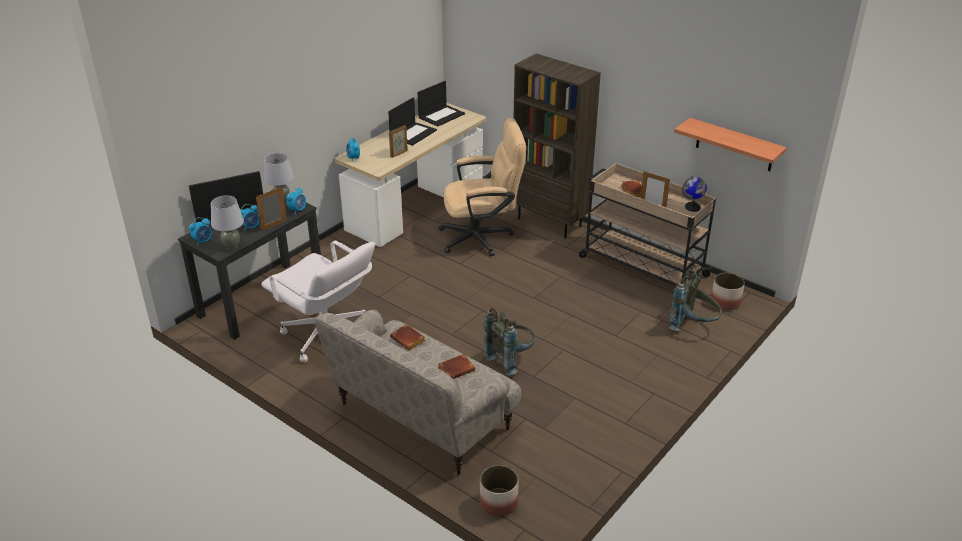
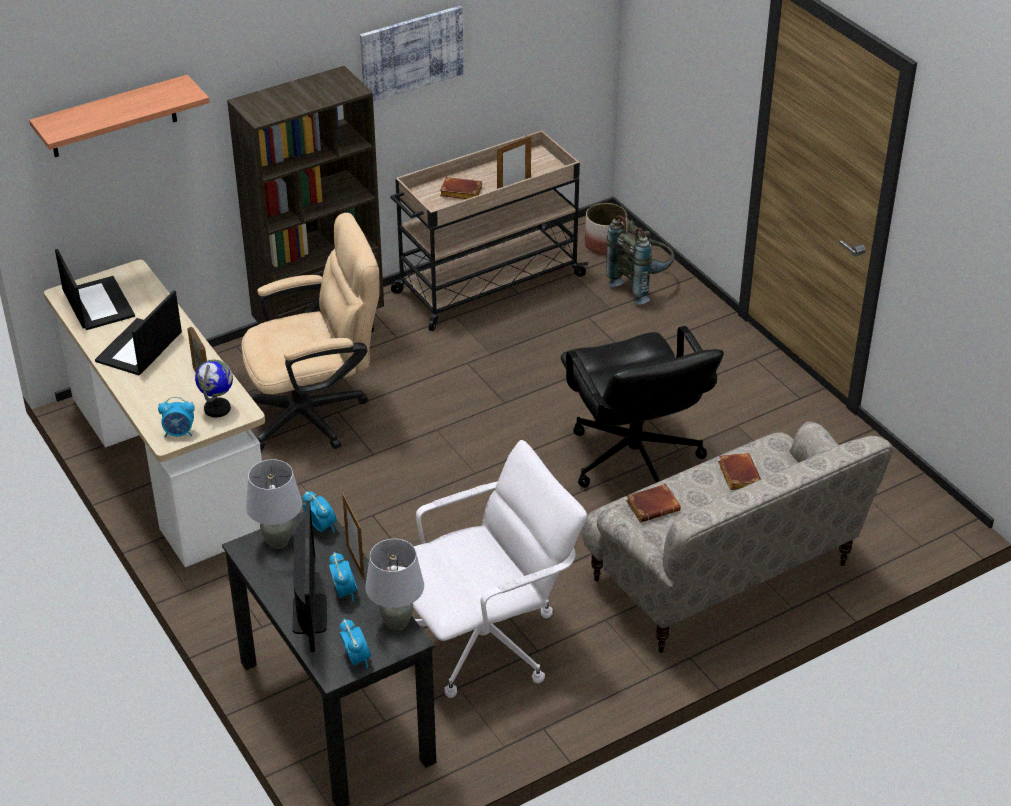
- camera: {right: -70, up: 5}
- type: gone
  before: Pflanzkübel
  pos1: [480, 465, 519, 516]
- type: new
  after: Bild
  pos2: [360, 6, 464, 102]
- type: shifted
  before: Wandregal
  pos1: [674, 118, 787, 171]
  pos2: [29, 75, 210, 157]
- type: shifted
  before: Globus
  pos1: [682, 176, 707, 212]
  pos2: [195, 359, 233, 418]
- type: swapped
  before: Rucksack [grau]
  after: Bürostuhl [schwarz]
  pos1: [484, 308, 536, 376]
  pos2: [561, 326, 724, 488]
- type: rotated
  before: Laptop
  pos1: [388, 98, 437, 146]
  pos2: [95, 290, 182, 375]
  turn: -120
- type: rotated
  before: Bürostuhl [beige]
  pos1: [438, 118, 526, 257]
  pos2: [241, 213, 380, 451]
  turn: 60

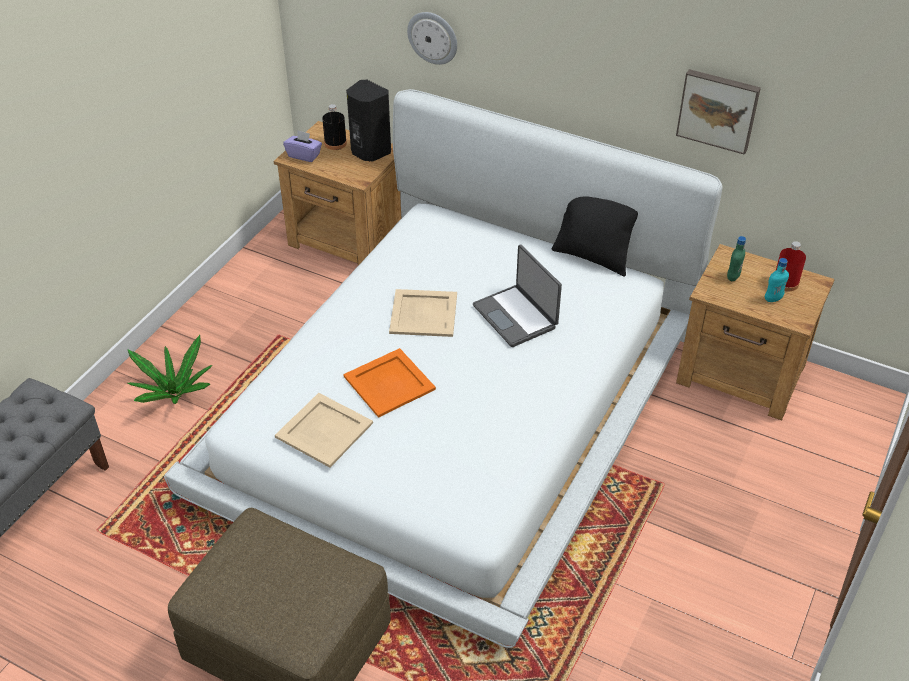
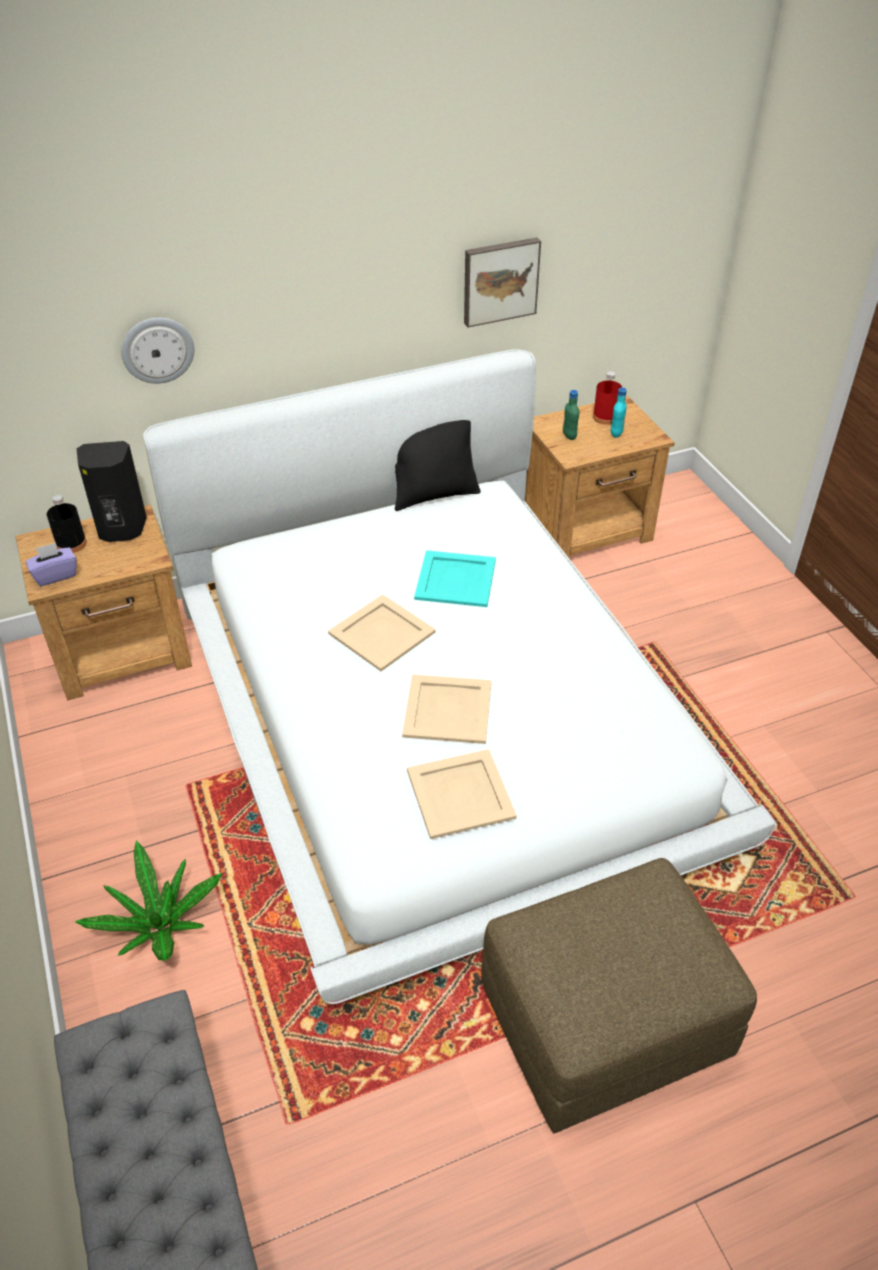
- camera: {right: -50, up: 0}
- type: swapped
  before: Laptop
  after: Tablett [türkis]
  pos1: [473, 244, 562, 347]
  pos2: [414, 550, 496, 607]
- type: repainted
  before: Tablett [orange]
  after: Tablett [beige]
  pos1: [343, 348, 436, 418]
  pos2: [402, 674, 491, 744]

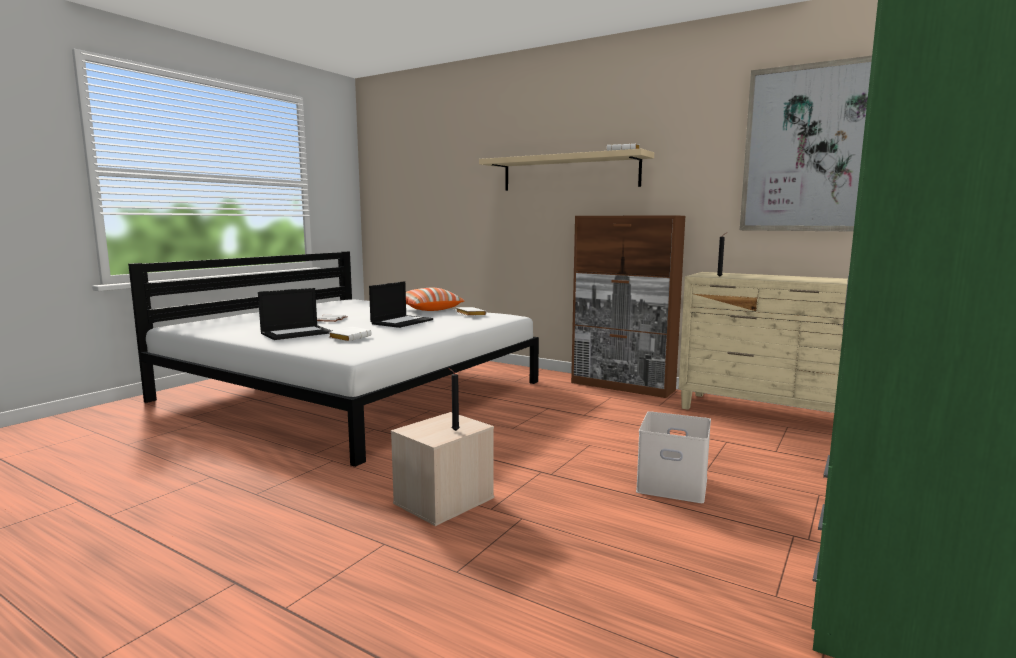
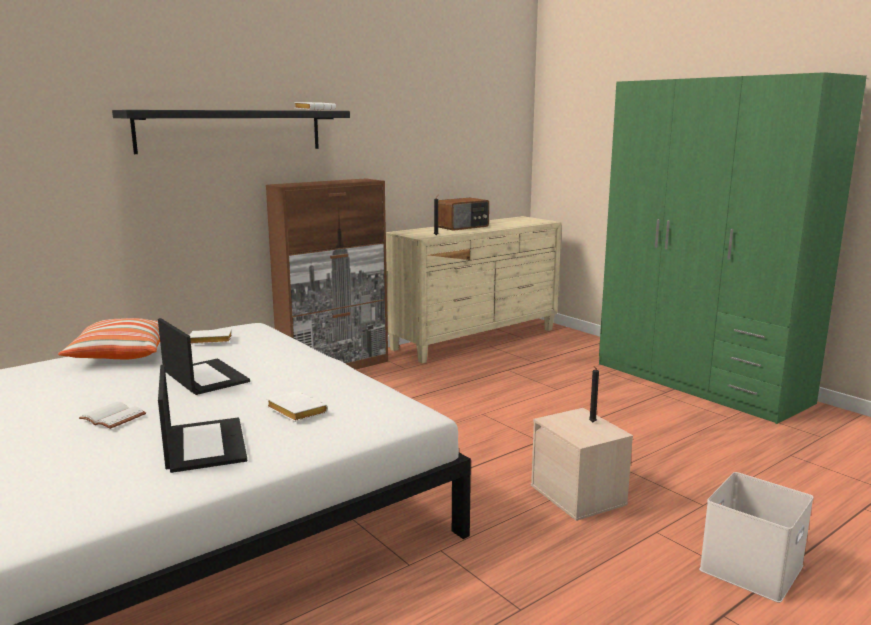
- camera: {right: -70, up: 5}
- type: gone
  before: Bild
  pos1: [740, 56, 872, 232]
- type: new
  after: Radio
  pos2: [438, 198, 489, 231]
- type: shifted
  before: Aufbewahrungsbox [weiß]
  pos1: [636, 411, 711, 503]
  pos2: [699, 472, 814, 603]
- type: repainted
  before: Wandregal [beige]
  after: Wandregal [schwarz]
  pos1: [479, 149, 654, 191]
  pos2: [112, 110, 350, 154]

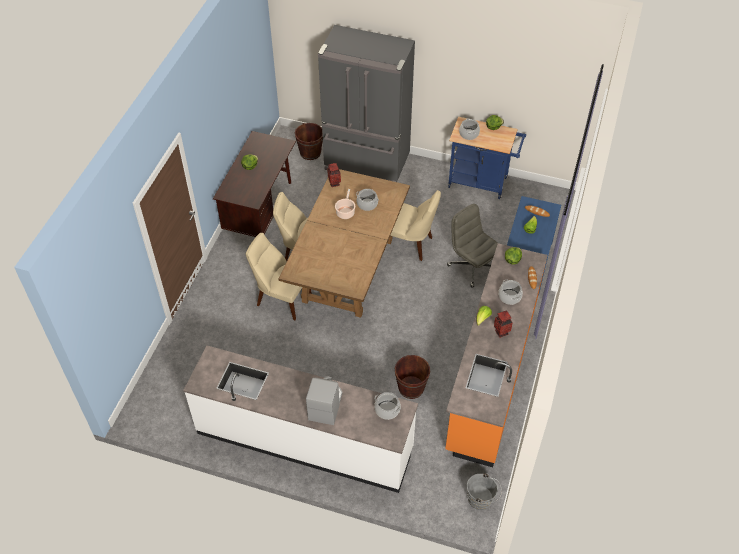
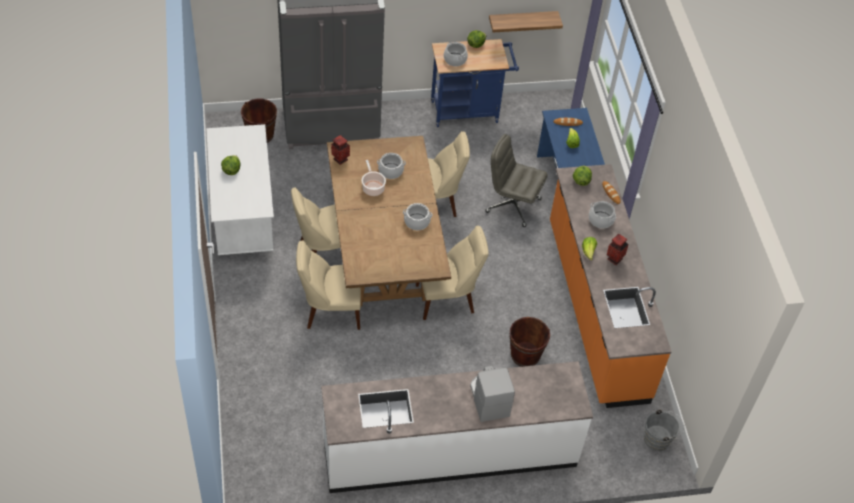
- camera: {right: -30, up: 0}
- type: new
  after: Stuhl [beige]
  pos2: [416, 226, 489, 320]
- type: new
  after: Wandregal
  pos2: [489, 11, 563, 33]
- type: shifted
  before: Kochtopf
  pos1: [374, 392, 401, 420]
  pos2: [403, 203, 433, 230]
- type: repainted
  before: Schreibtisch [braun]
  after: Schreibtisch [weiß]
  pos1: [213, 131, 296, 237]
  pos2: [206, 124, 274, 255]

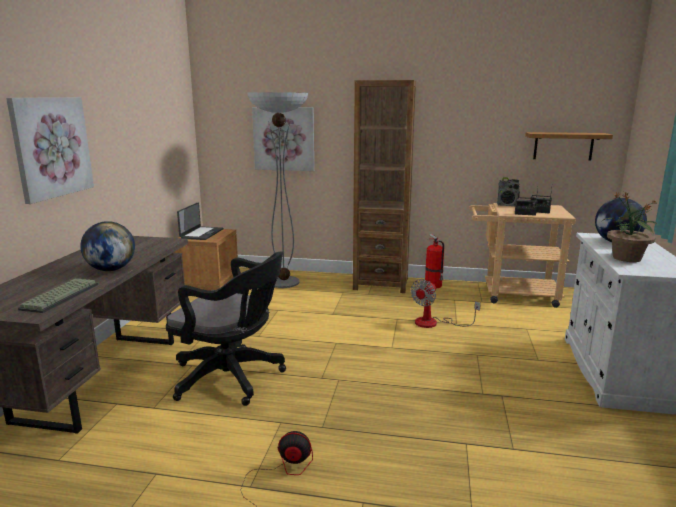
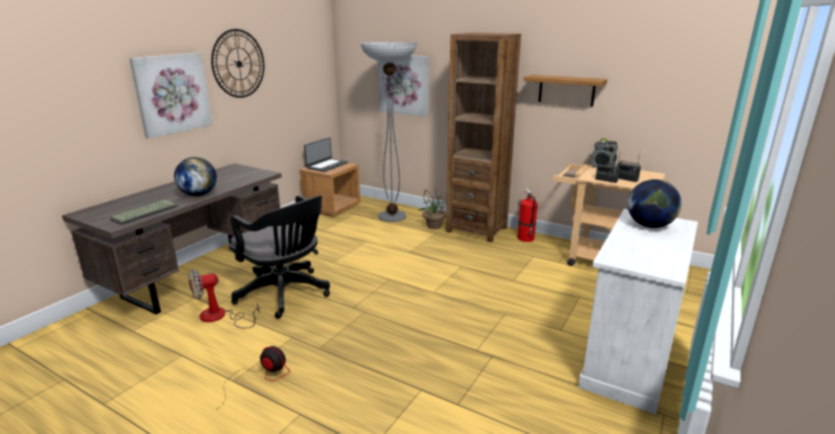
- camera: {right: 20, up: 5}
- type: new
  after: Wanduhr
  pos2: [211, 29, 264, 98]
- type: shifted
  before: Ventilator
  pos1: [411, 279, 481, 328]
  pos2: [188, 269, 260, 329]
- type: shifted
  before: Wandregal
  pos1: [525, 132, 613, 160]
  pos2: [524, 75, 607, 107]
- type: shifted
  before: Topfpflanze
  pos1: [602, 192, 657, 262]
  pos2: [417, 188, 446, 229]

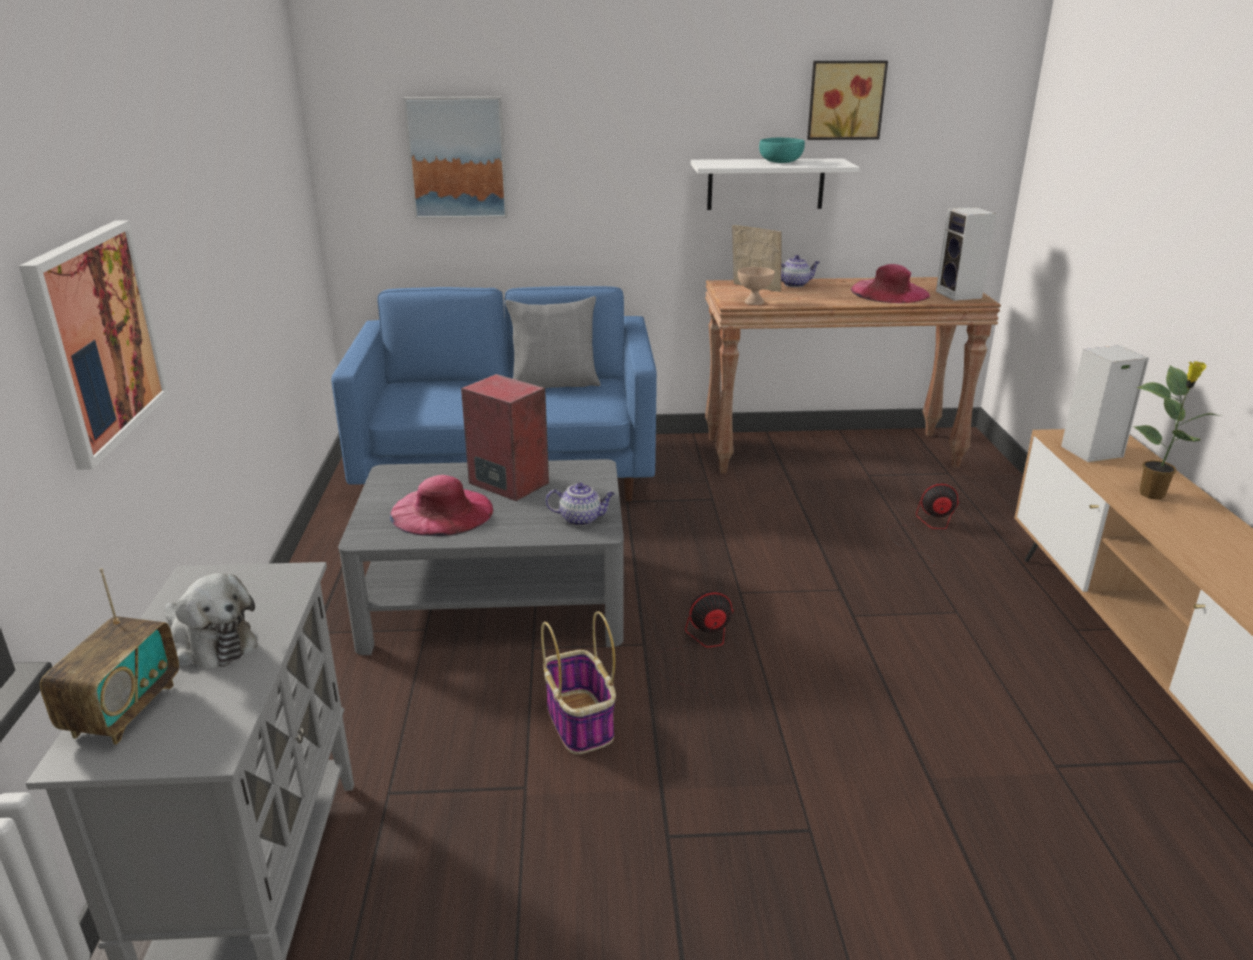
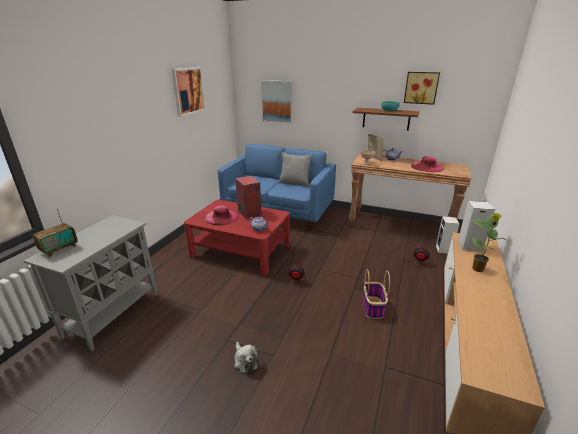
- camera: {right: 25, up: 0}
- type: shifted
  before: Bild
  pos1: [19, 220, 169, 470]
  pos2: [172, 67, 206, 117]
- type: shifted
  before: Plüschtier
  pos1: [165, 573, 258, 669]
  pos2: [234, 342, 260, 373]
- type: shifted
  before: Korb
  pos1: [541, 611, 616, 754]
  pos2: [363, 269, 390, 319]
- type: shifted
  before: Lautsprecher
  pos1: [936, 207, 997, 301]
  pos2: [436, 216, 459, 254]
- type: repainted
  before: Couchtisch [grau]
  after: Couchtisch [rot]
  pos1: [338, 459, 624, 655]
  pos2: [184, 200, 290, 276]
- type: repainted
  before: Wandregal [weiß]
  after: Wandregal [braun]
  pos1: [691, 158, 859, 210]
  pos2: [353, 108, 419, 131]

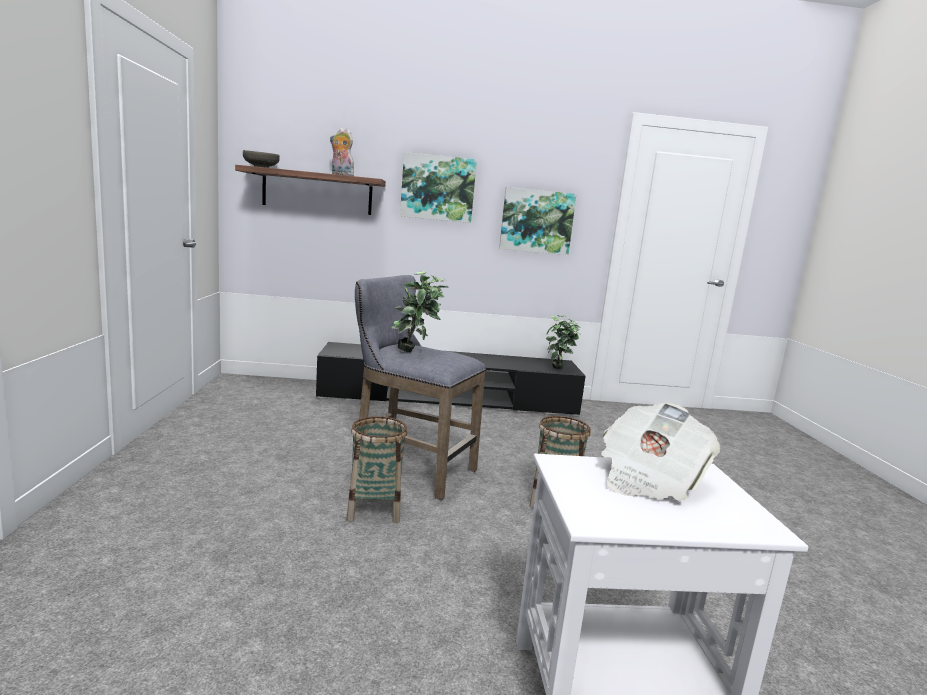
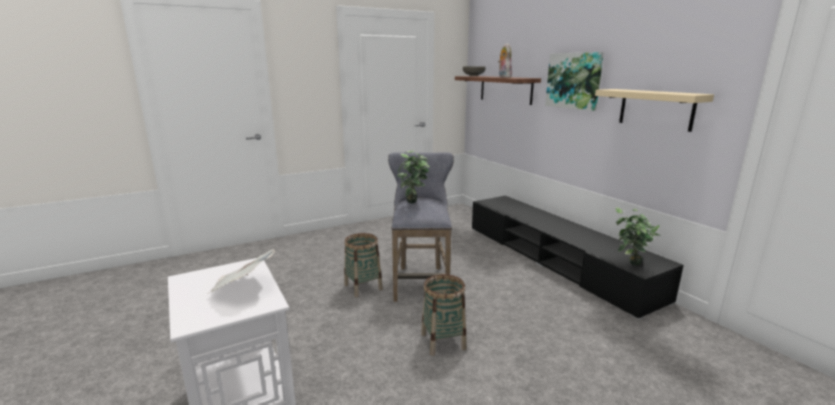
- camera: {right: 65, up: 5}
- type: swapped
  before: Bild
  after: Wandregal [beige]
  pos1: [499, 187, 576, 255]
  pos2: [595, 89, 714, 132]

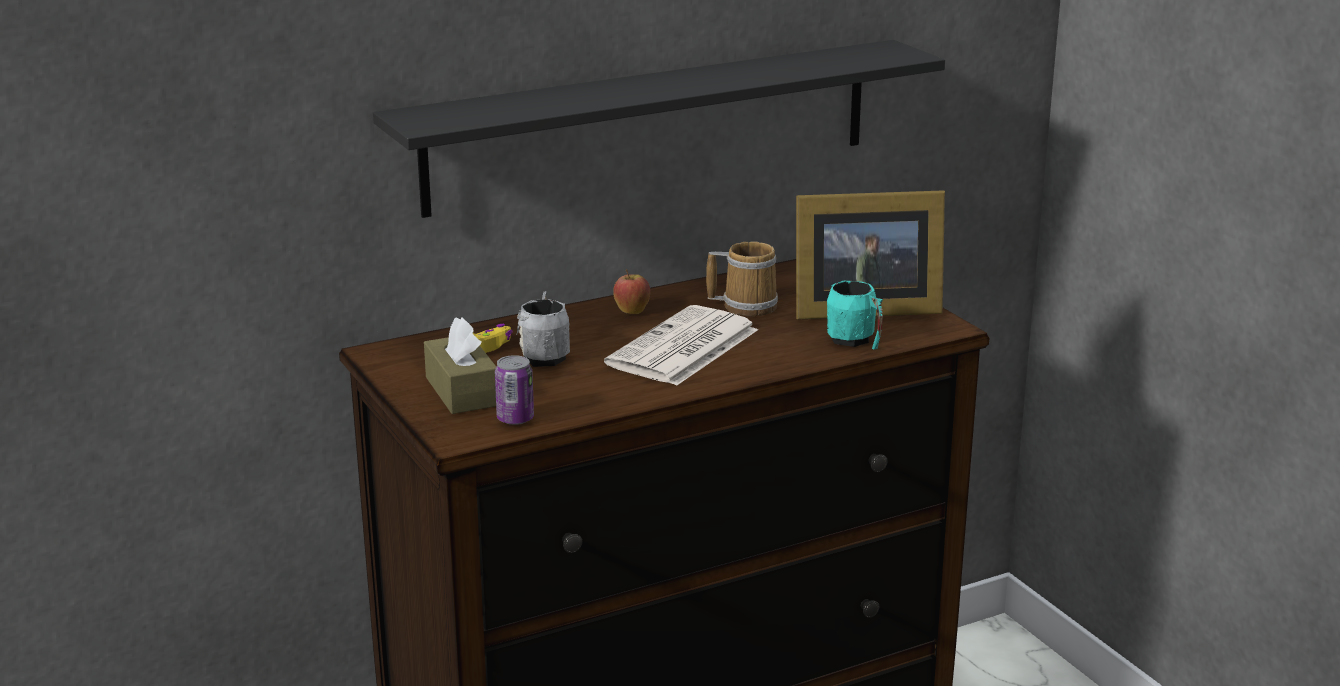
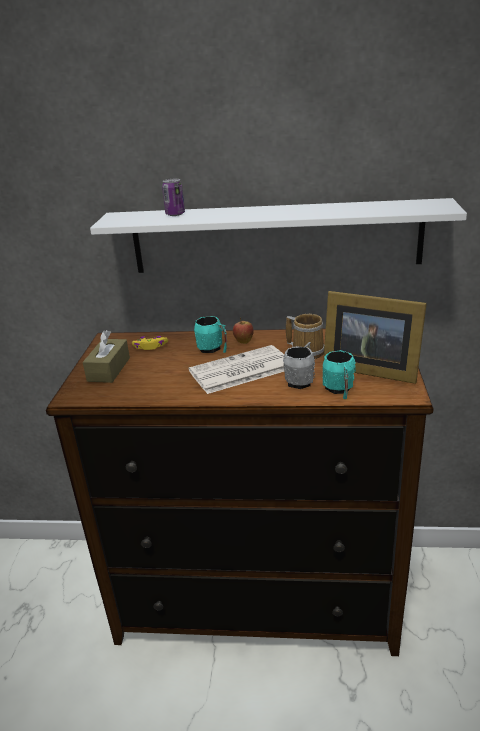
- camera: {right: 35, up: 5}
- type: new
  after: Henkelbecher [türkis]
  pos2: [194, 316, 227, 353]
- type: shifted
  before: Dose
  pos1: [495, 355, 534, 425]
  pos2: [162, 179, 185, 216]
- type: shifted
  before: Henkelbecher [grau]
  pos1: [517, 291, 570, 367]
  pos2: [283, 342, 315, 389]
- type: repainted
  before: Wandregal [schwarz]
  after: Wandregal [weiß]
  pos1: [373, 40, 945, 218]
  pos2: [90, 198, 467, 273]

